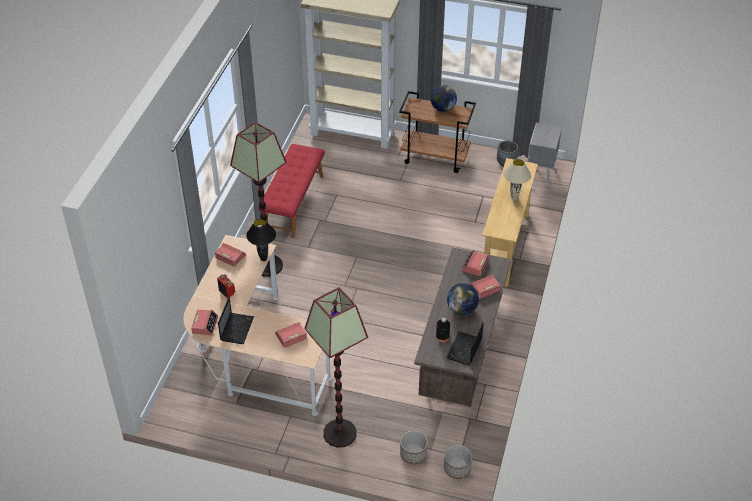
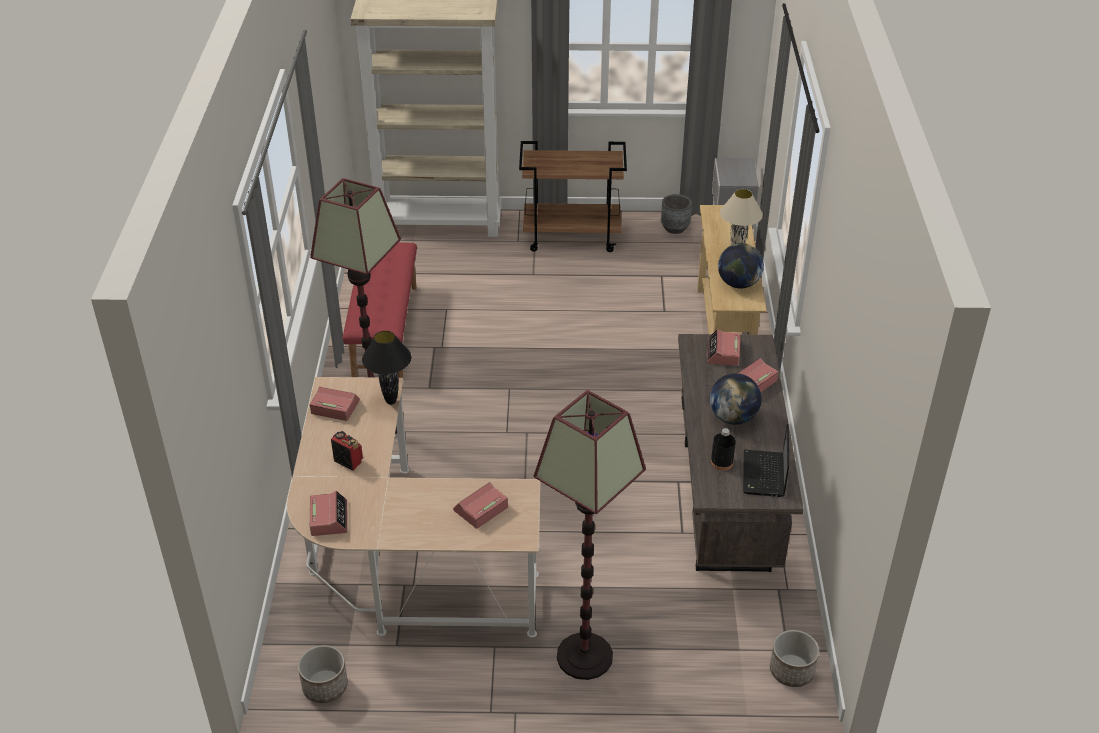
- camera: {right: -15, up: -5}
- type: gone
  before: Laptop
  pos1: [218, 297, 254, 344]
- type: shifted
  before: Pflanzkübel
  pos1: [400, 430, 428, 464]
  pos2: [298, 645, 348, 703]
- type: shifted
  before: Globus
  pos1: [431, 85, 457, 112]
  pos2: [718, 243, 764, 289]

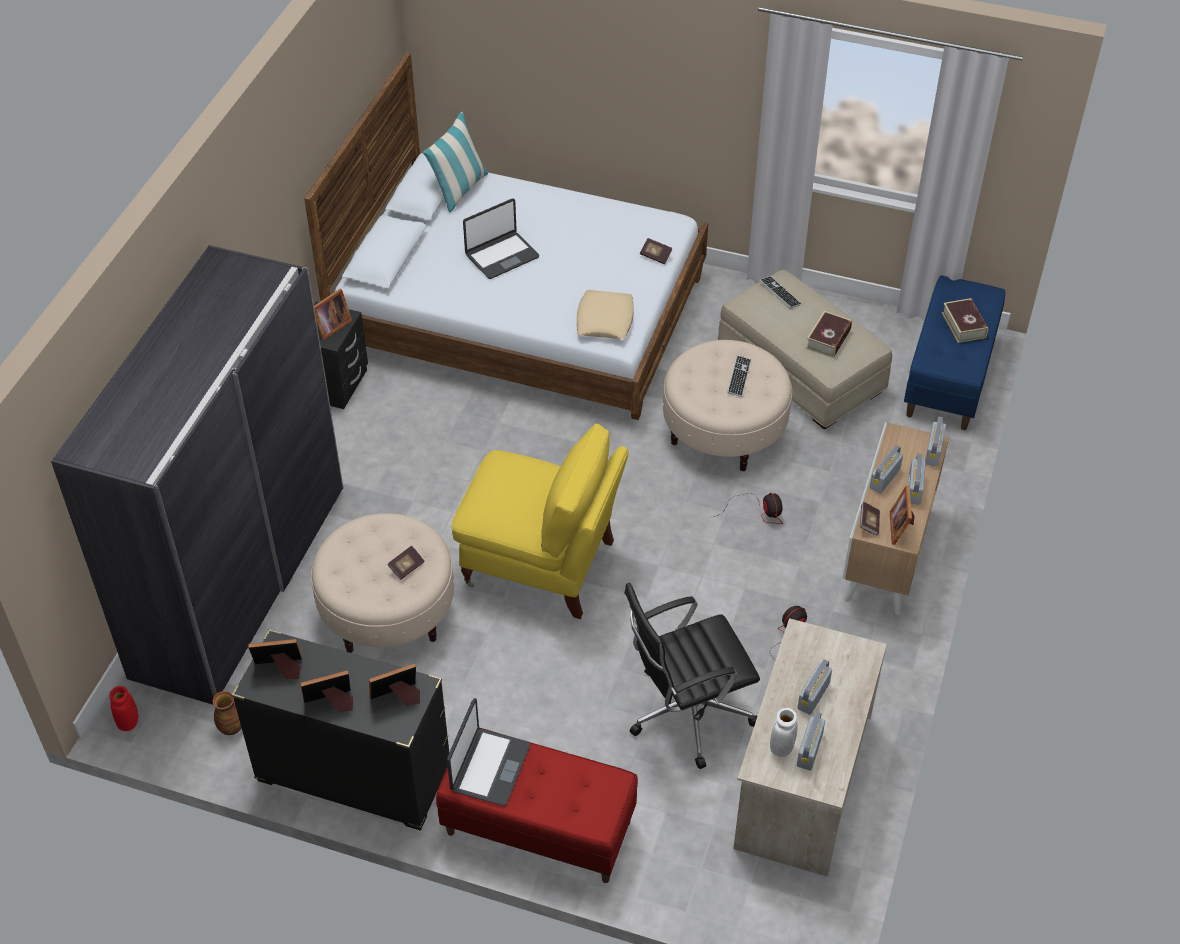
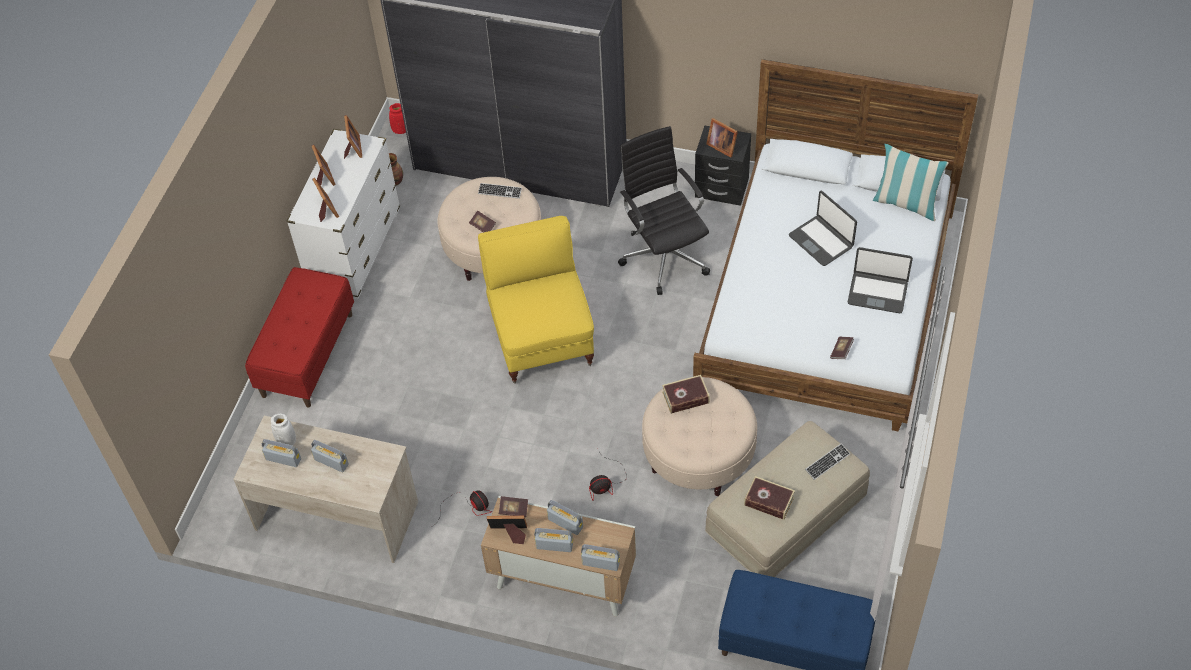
- camera: {right: 90, up: 5}
- type: gone
  before: Kissen [beige]
  pos1: [577, 290, 634, 339]
- type: shifted
  before: Laptop
  pos1: [447, 698, 530, 806]
  pos2: [848, 247, 913, 313]
- type: shifted
  before: Bürostuhl [schwarz]
  pos1: [624, 583, 760, 769]
  pos2: [618, 126, 710, 295]
- type: shifted
  before: Tastatur
  pos1: [727, 355, 752, 397]
  pos2: [478, 183, 522, 199]
- type: shifted
  before: Buch
  pos1: [942, 298, 988, 343]
  pos2: [662, 375, 710, 414]
- type: repainted
  before: Kommode [schwarz]
  after: Kommode [weiß]
  pos1: [232, 629, 449, 831]
  pos2: [287, 129, 400, 300]
- type: rotated
  before: Sessel [gelb]
  pos1: [451, 423, 628, 619]
  pos2: [478, 216, 594, 384]
  turn: 150

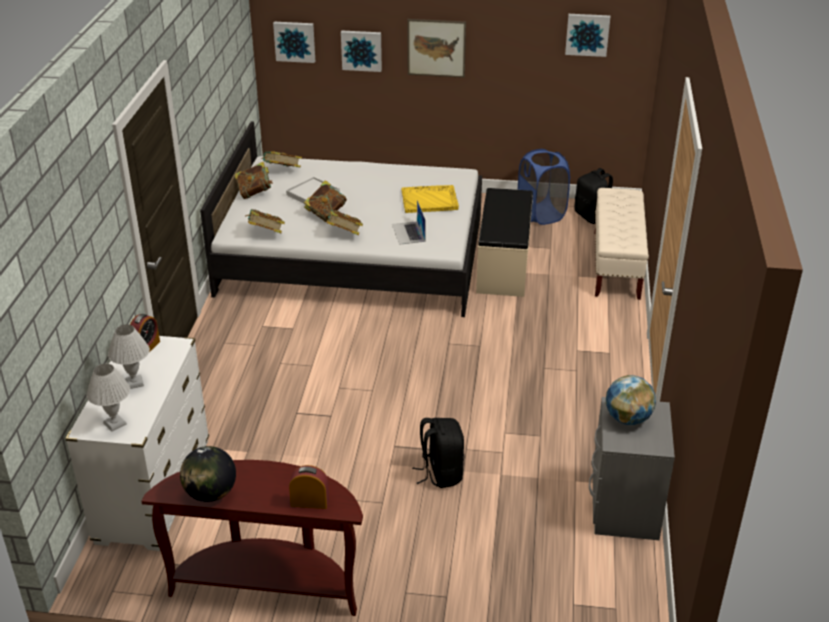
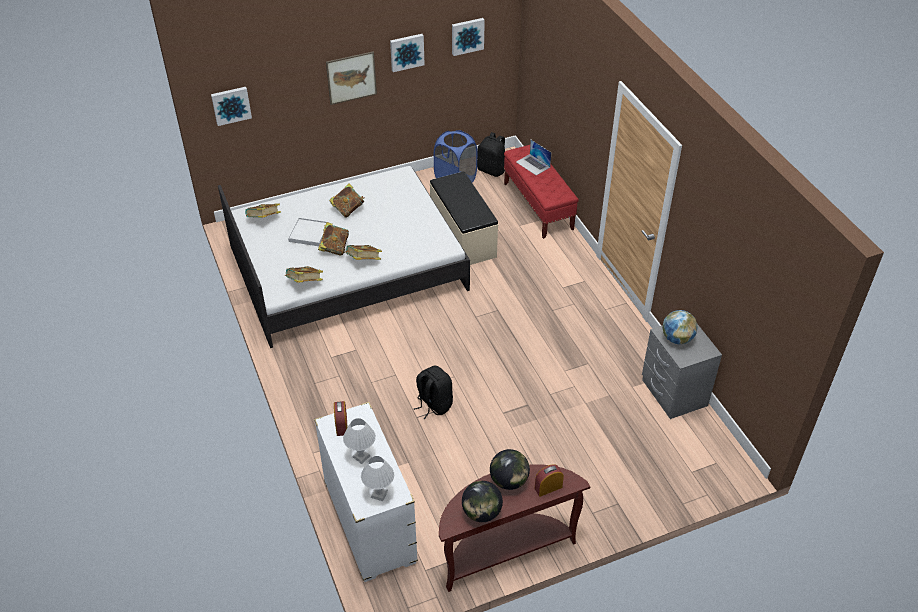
- camera: {right: -30, up: 10}
- type: gone
  before: Tablett [gelb]
  pos1: [401, 185, 459, 213]
- type: new
  after: Globus
  pos2: [490, 449, 530, 490]
- type: shifted
  before: Buch
  pos1: [235, 162, 272, 199]
  pos2: [329, 183, 364, 218]
- type: shifted
  before: Bild
  pos1: [341, 31, 382, 72]
  pos2: [390, 34, 425, 72]
- type: shifted
  before: Laptop
  pos1: [392, 200, 426, 245]
  pos2: [516, 140, 551, 176]
- type: shifted
  before: Rucksack [schwarz]
  pos1: [412, 418, 464, 488]
  pos2: [414, 365, 453, 419]
- type: repainted
  before: Bank [beige]
  after: Bank [rot]
  pos1: [594, 188, 649, 300]
  pos2: [504, 145, 579, 239]

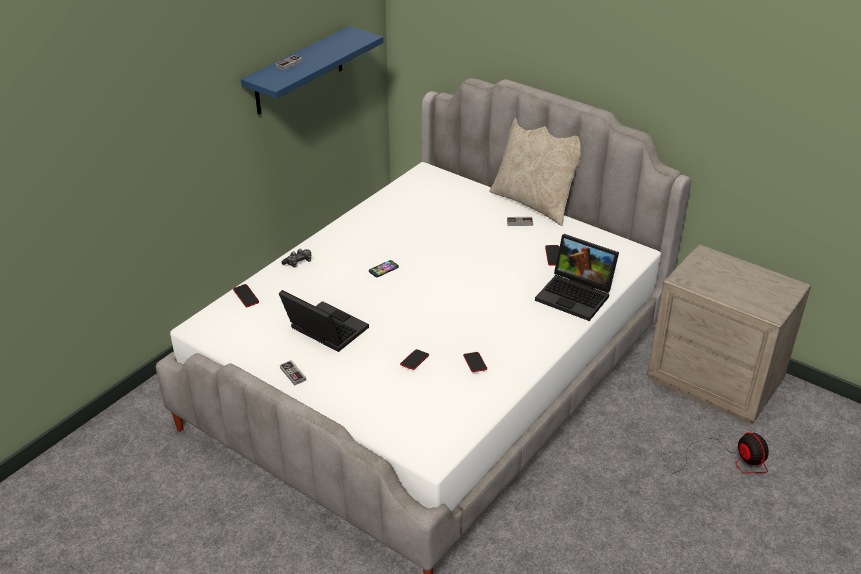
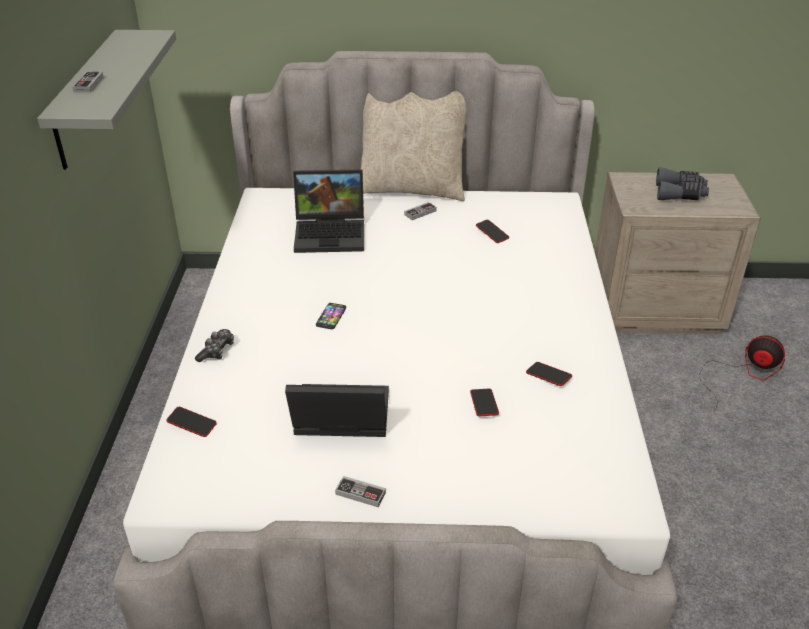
- camera: {right: -35, up: 0}
- type: new
  after: Fernglas [grau]
  pos2: [656, 168, 709, 200]
- type: shifted
  before: Laptop
  pos1: [535, 234, 619, 321]
  pos2: [293, 169, 364, 253]
- type: repainted
  before: Wandregal [blau]
  after: Wandregal [grau]
  pos1: [241, 26, 383, 115]
  pos2: [37, 30, 176, 170]

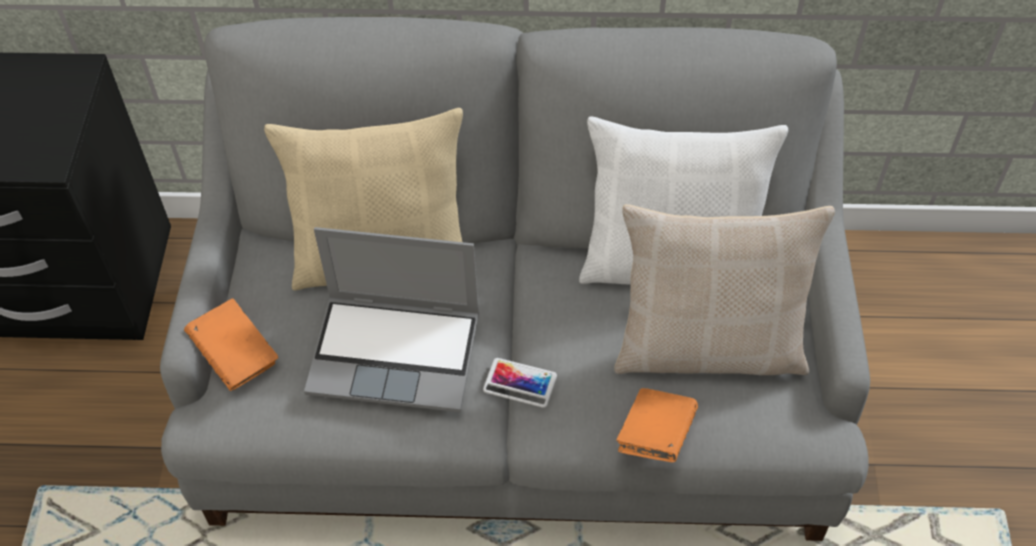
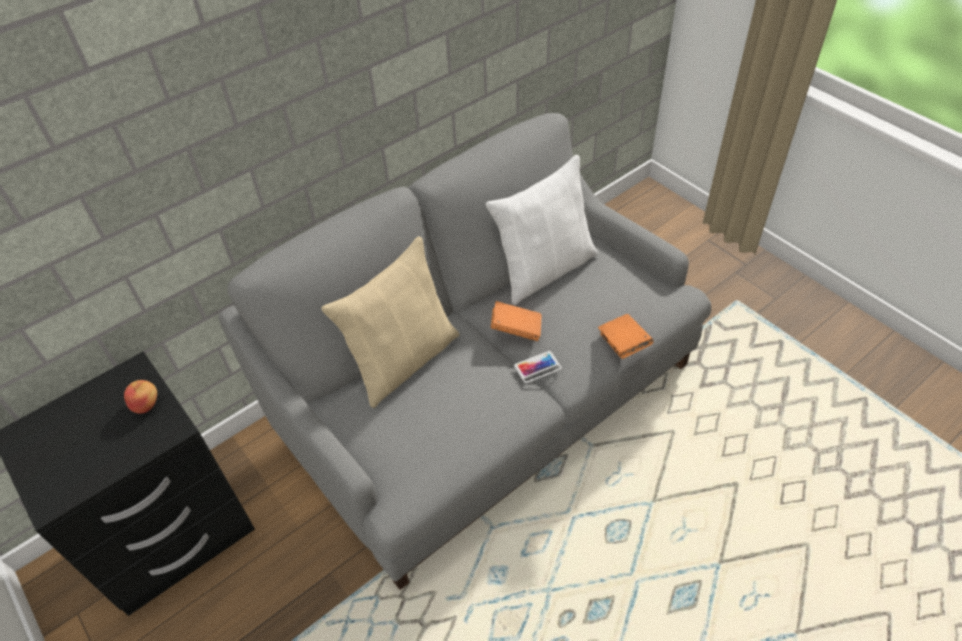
- camera: {right: -40, up: -5}
- type: gone
  before: Laptop
  pos1: [304, 227, 479, 413]
- type: gone
  before: Kissen [beige]
  pos1: [614, 204, 835, 375]
- type: new
  after: Apfel
  pos2: [124, 380, 157, 414]
- type: shifted
  before: Buch [orange]
  pos1: [184, 298, 278, 391]
  pos2: [491, 301, 541, 341]

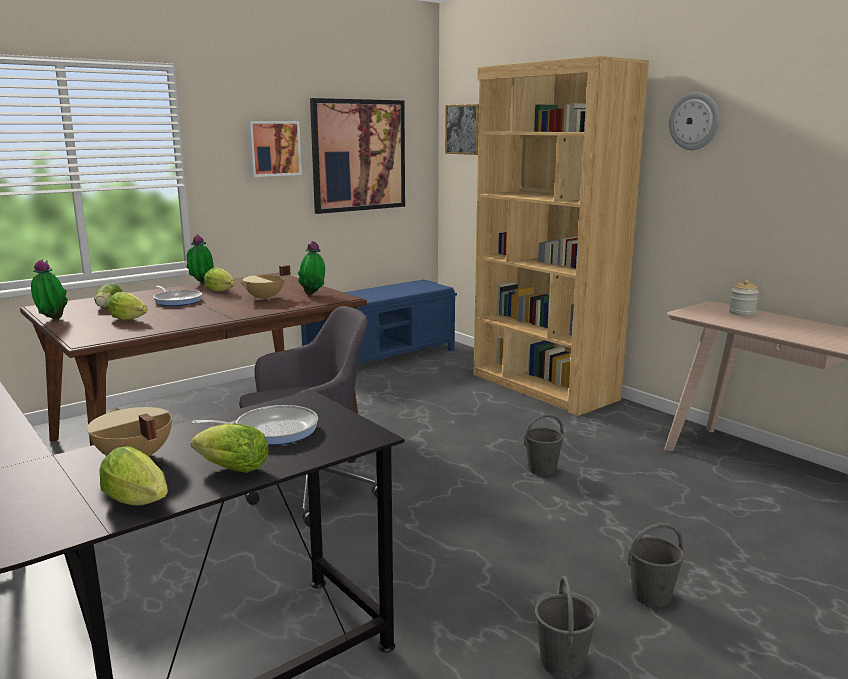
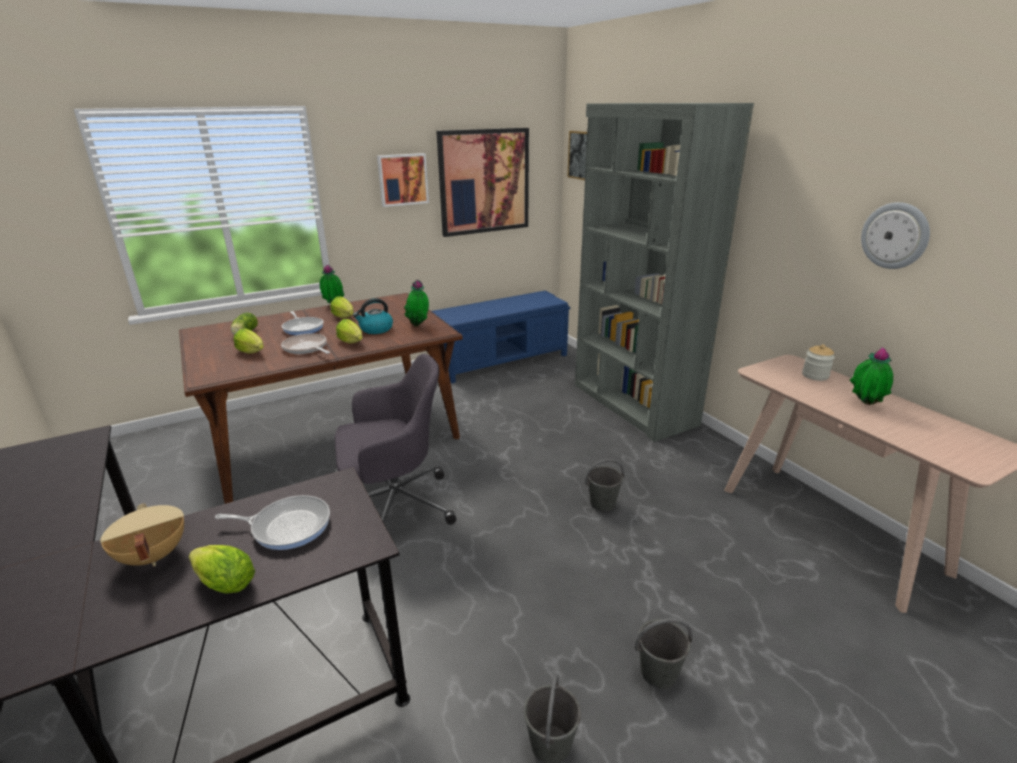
- camera: {right: 10, up: 10}
- type: new
  after: Pfanne
  pos2: [281, 334, 330, 354]
- type: shifted
  before: Topfpflanze
  pos1: [31, 259, 68, 319]
  pos2: [850, 347, 893, 405]
- type: shifted
  before: Salatkopf
  pos1: [99, 446, 168, 506]
  pos2: [336, 319, 363, 344]
- type: shifted
  before: Wanduhr
  pos1: [669, 92, 720, 150]
  pos2: [861, 202, 930, 269]
- type: swapped
  before: Kochtopf [beige]
  after: Wasserkessel
  pos1: [240, 265, 291, 301]
  pos2: [353, 298, 393, 334]
- type: repainted
  before: Bücherregal [braun]
  after: Bücherregal [grau]
  pos1: [474, 56, 649, 416]
  pos2: [575, 103, 754, 442]

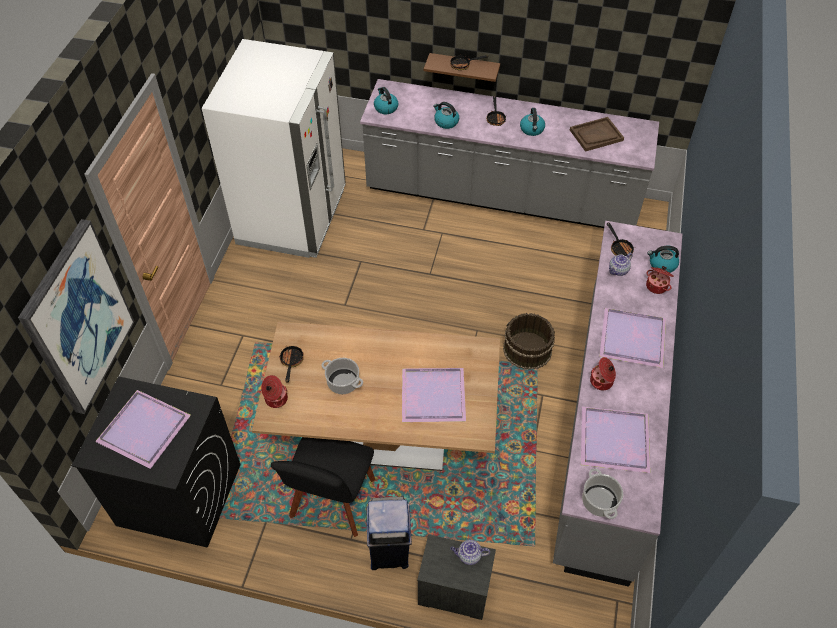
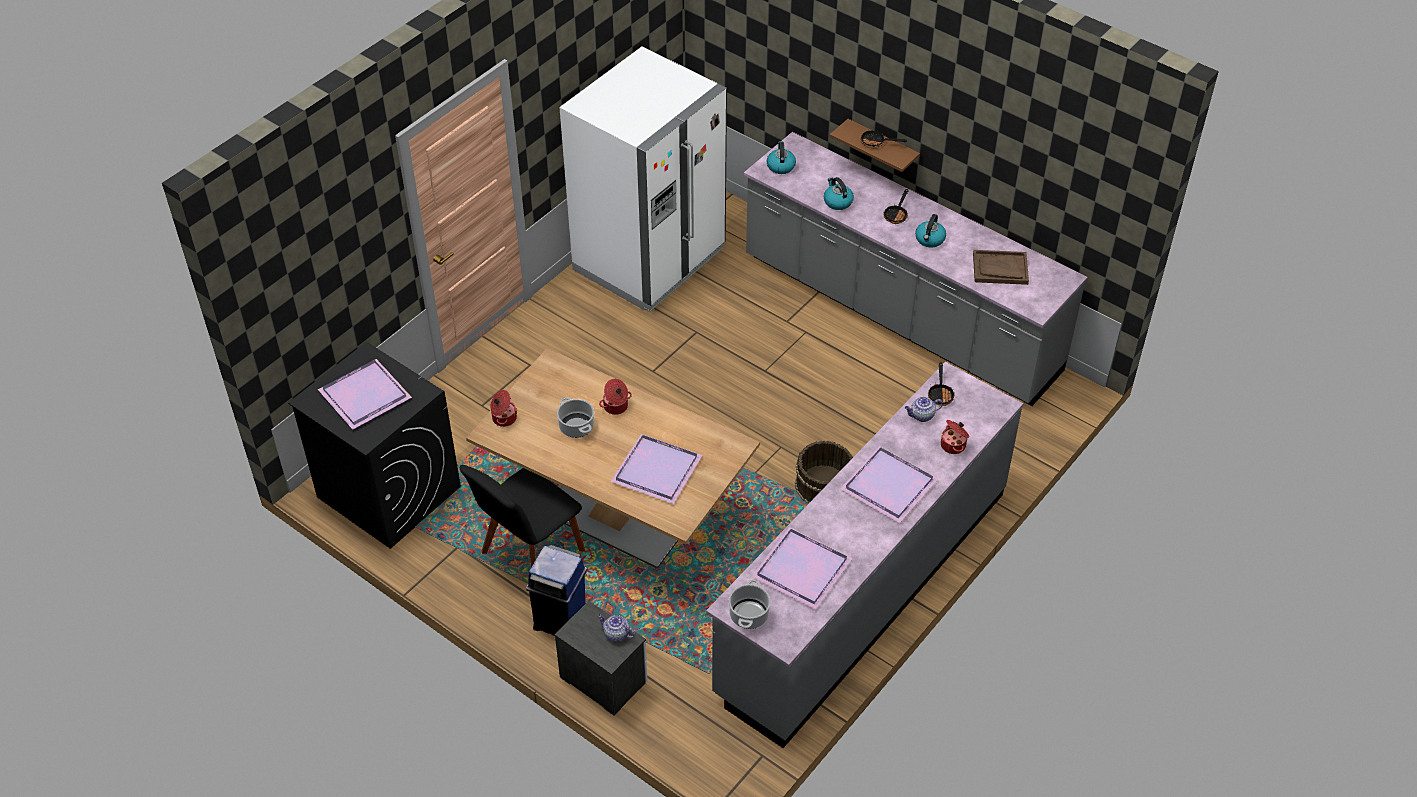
- camera: {right: 25, up: -5}
- type: gone
  before: Bild
  pos1: [18, 219, 135, 414]
- type: gone
  before: Pfanne
  pos1: [280, 346, 304, 382]
- type: gone
  before: Wasserkessel
  pos1: [648, 246, 679, 273]
- type: shifted
  before: Kochtopf
  pos1: [590, 357, 616, 390]
  pos2: [599, 379, 632, 415]

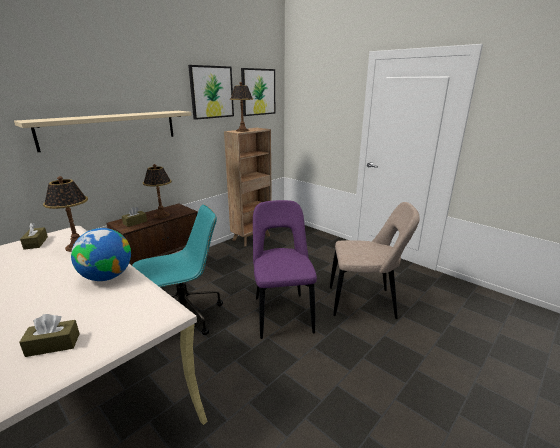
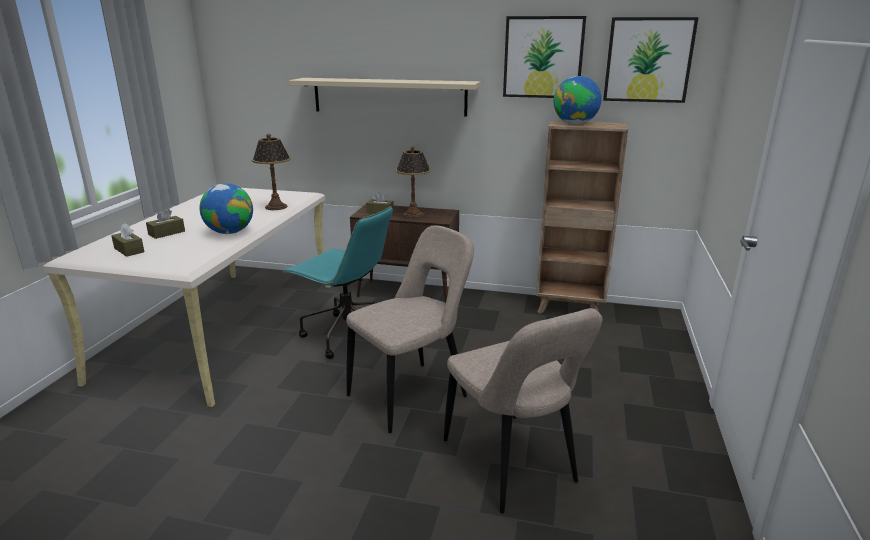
- camera: {right: 60, up: 0}
- type: shifted
  before: Taschentuchbox [braun]
  pos1: [20, 222, 48, 250]
  pos2: [146, 208, 185, 239]
- type: swapped
  before: Tischlampe
  after: Globus
  pos1: [230, 82, 253, 132]
  pos2: [554, 76, 602, 124]
- type: repainted
  before: Stuhl [lila]
  after: Stuhl [beige]
  pos1: [253, 200, 317, 339]
  pos2: [346, 225, 474, 433]

